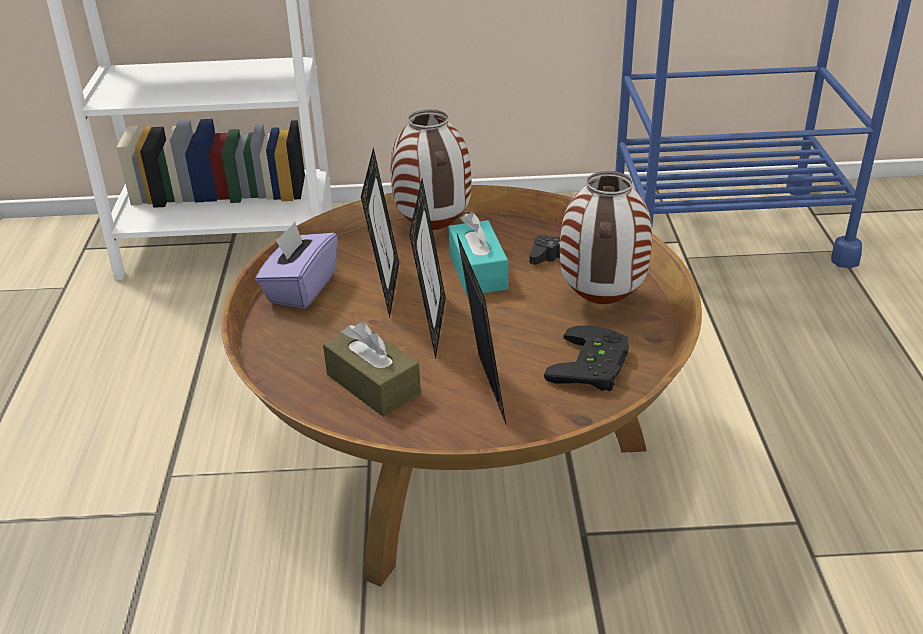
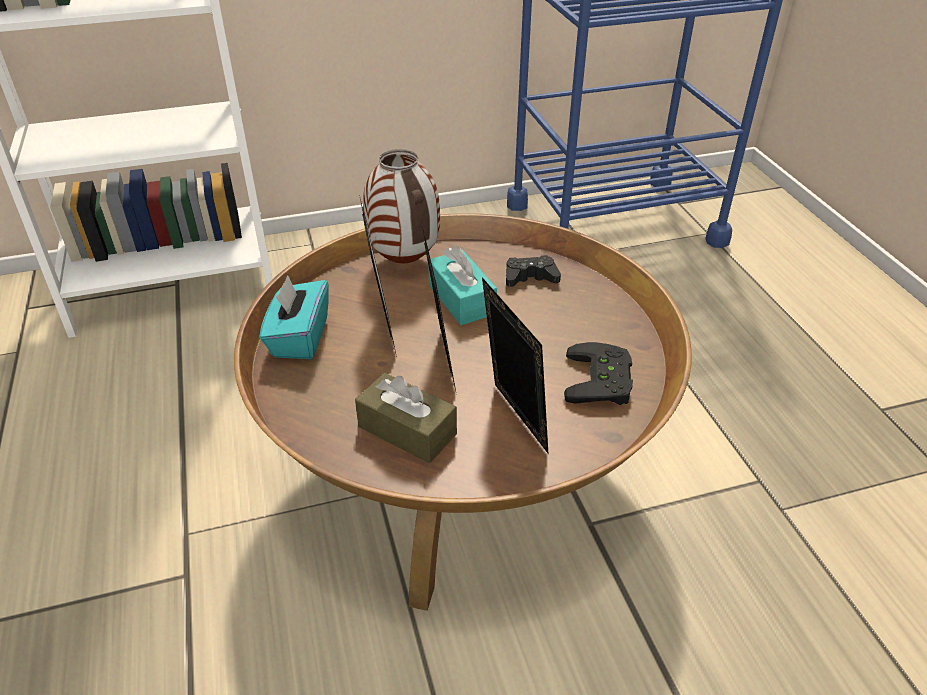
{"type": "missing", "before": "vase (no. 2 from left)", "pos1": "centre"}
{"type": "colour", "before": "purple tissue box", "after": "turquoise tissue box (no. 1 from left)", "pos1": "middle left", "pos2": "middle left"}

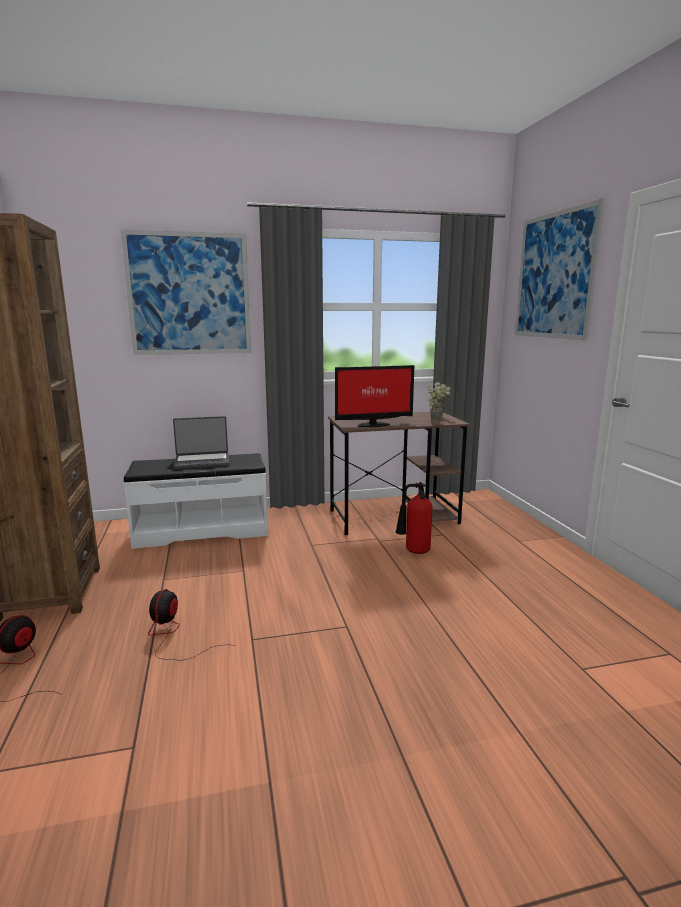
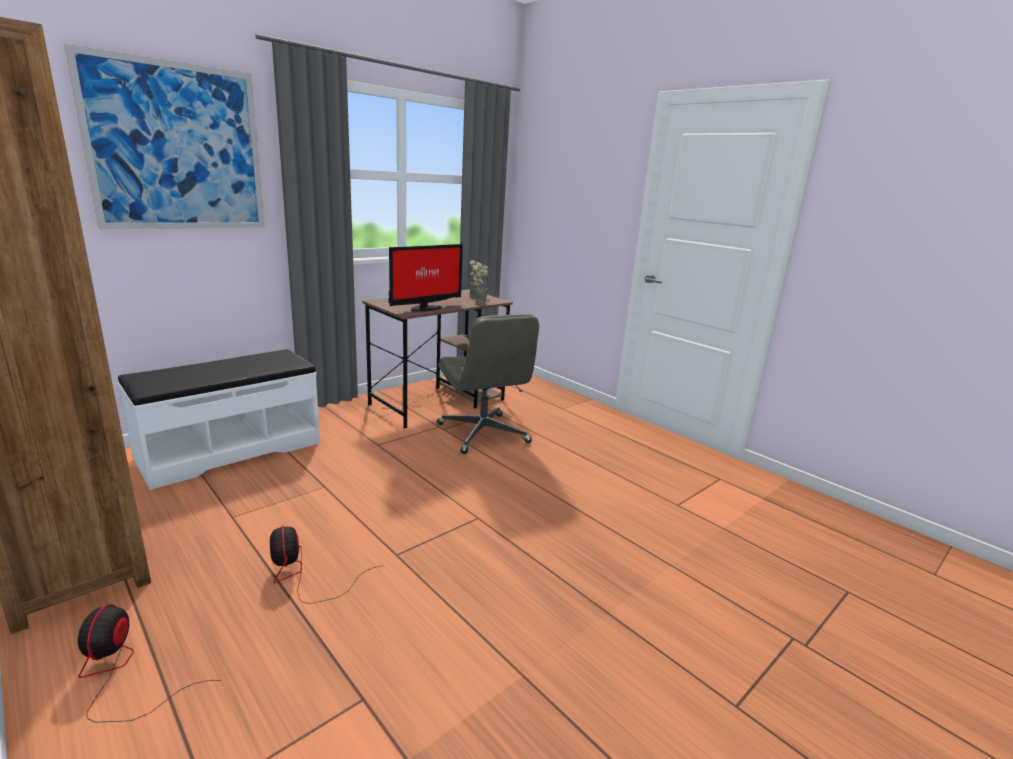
{"type": "missing", "before": "laptop", "pos1": "middle left"}
{"type": "missing", "before": "picture (no. 2 from left)", "pos1": "top right"}
{"type": "exchanged", "before": "fire extinguisher", "after": "grey office chair", "pos1": "centre", "pos2": "centre"}

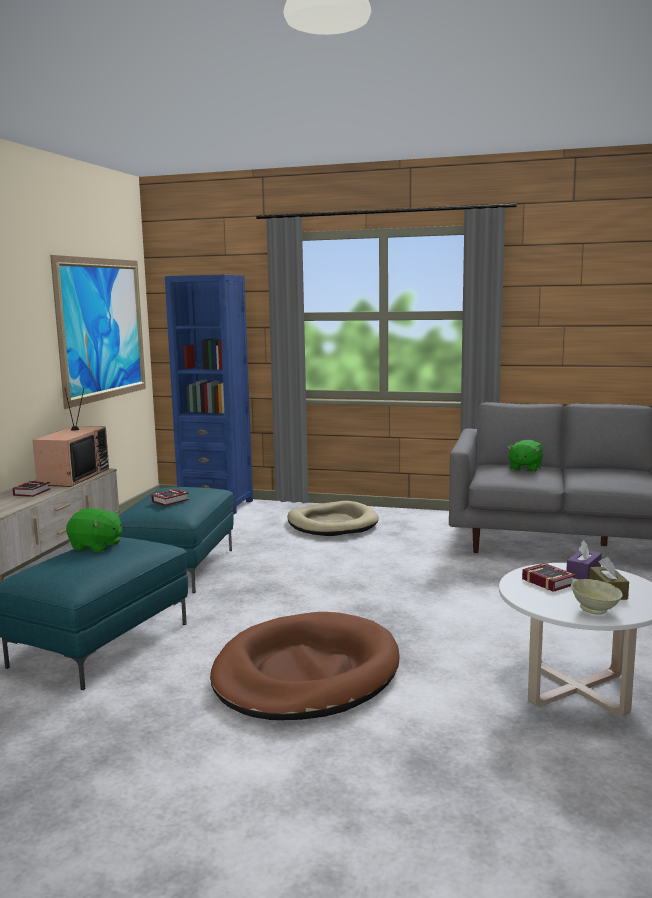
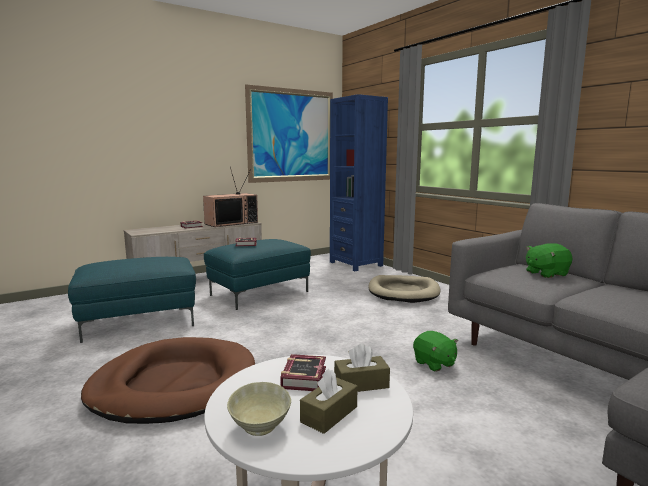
{"type": "relocated", "before": "green plush toy (no. 1 from left)", "pos1": "middle left", "pos2": "bottom right"}
{"type": "colour", "before": "purple tissue box", "after": "brown tissue box (no. 2 from left)", "pos1": "middle right", "pos2": "bottom centre"}

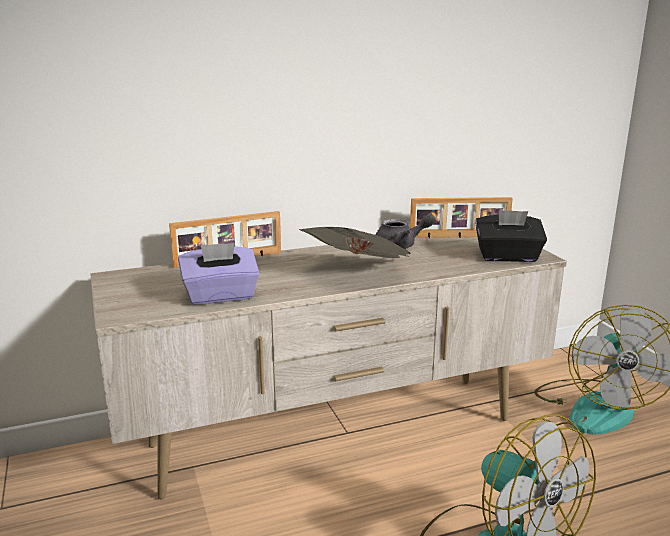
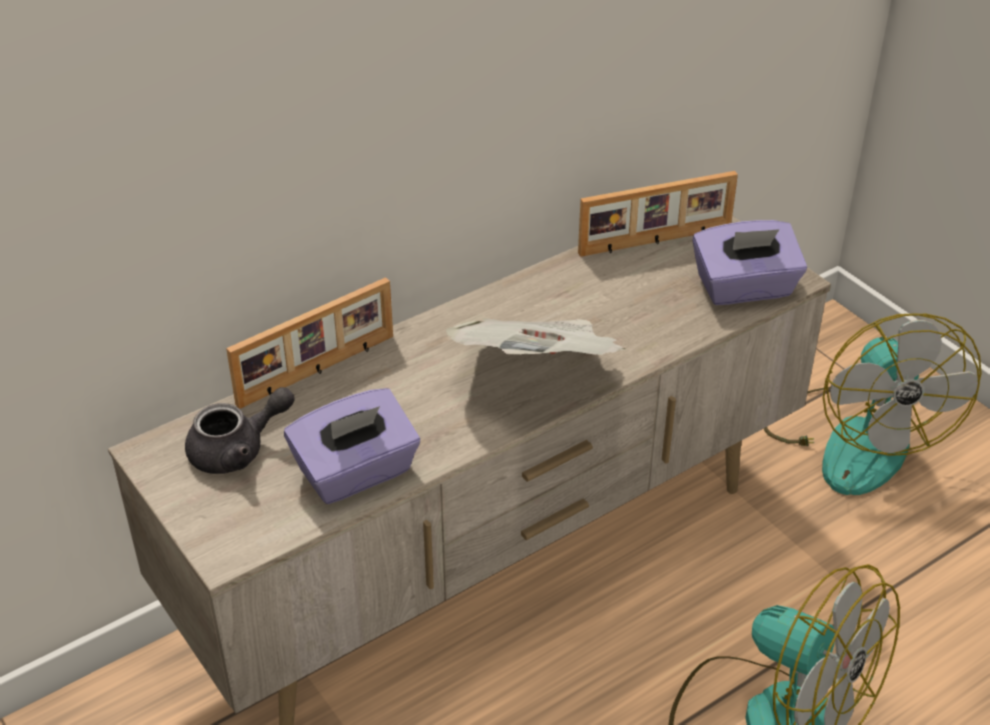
{"type": "relocated", "before": "grey teapot", "pos1": "centre", "pos2": "middle left"}
{"type": "colour", "before": "black tissue box", "after": "purple tissue box (no. 2 from left)", "pos1": "middle right", "pos2": "middle right"}

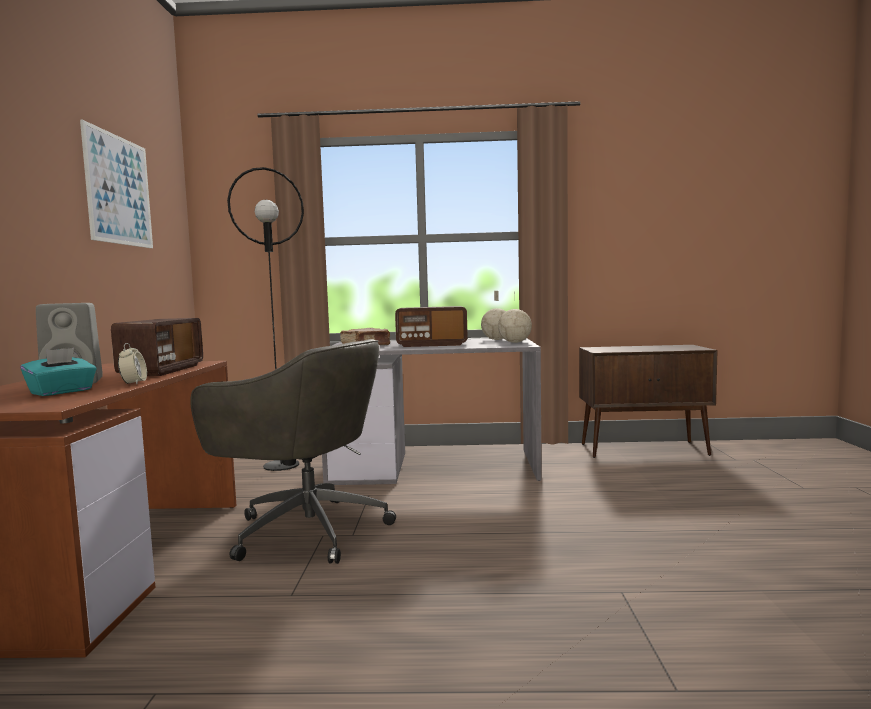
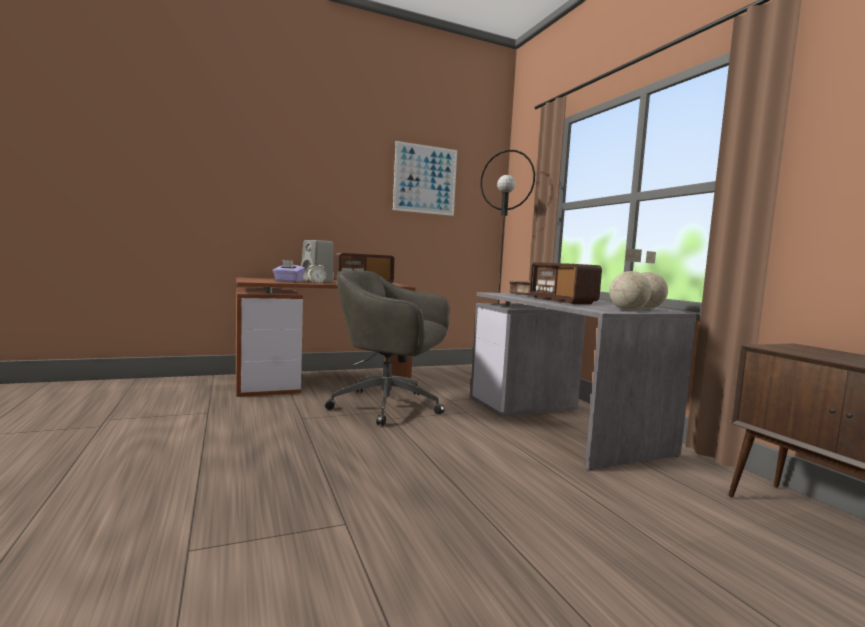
{"type": "colour", "before": "turquoise tissue box", "after": "purple tissue box", "pos1": "middle left", "pos2": "centre"}
{"type": "spun", "before": "grey office chair", "pos1": "centre", "pos2": "centre", "turn": 105}

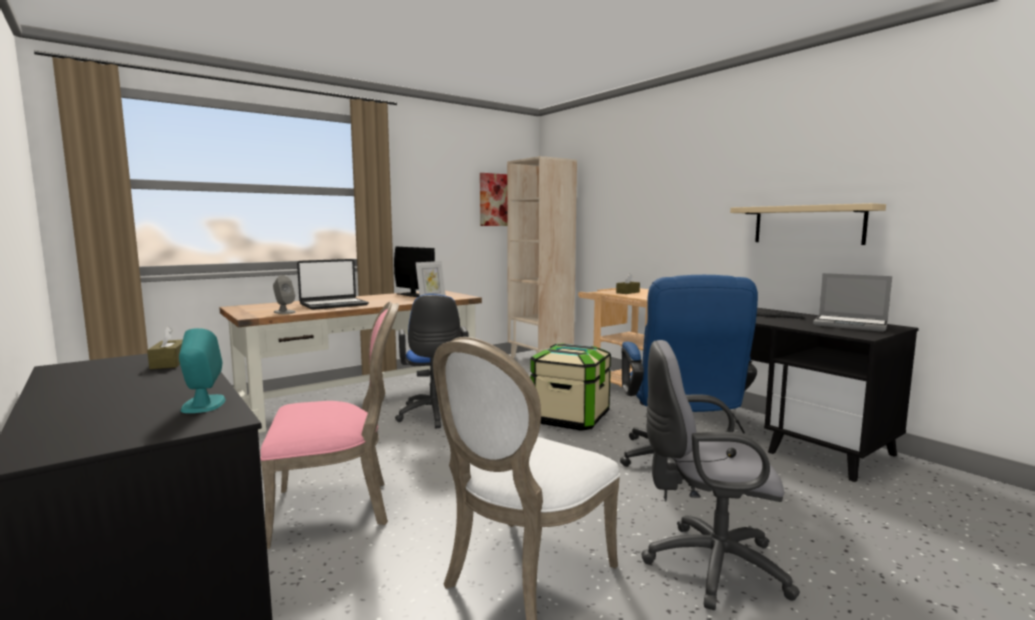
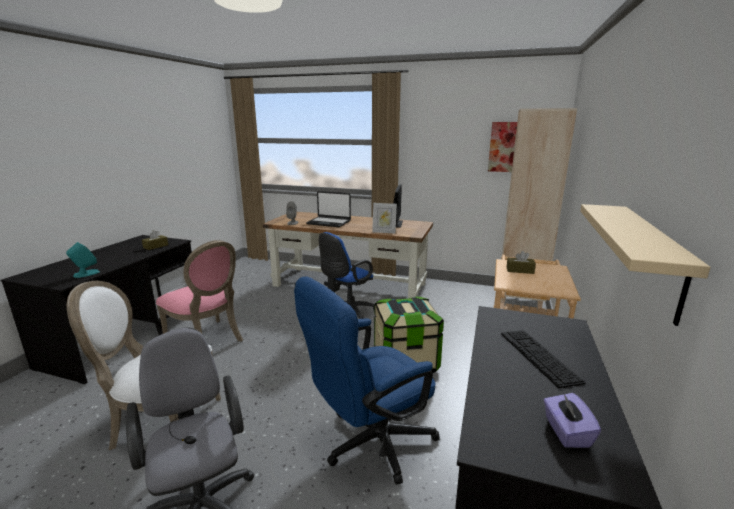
{"type": "exchanged", "before": "laptop (no. 2 from left)", "after": "purple tissue box", "pos1": "middle right", "pos2": "bottom right"}

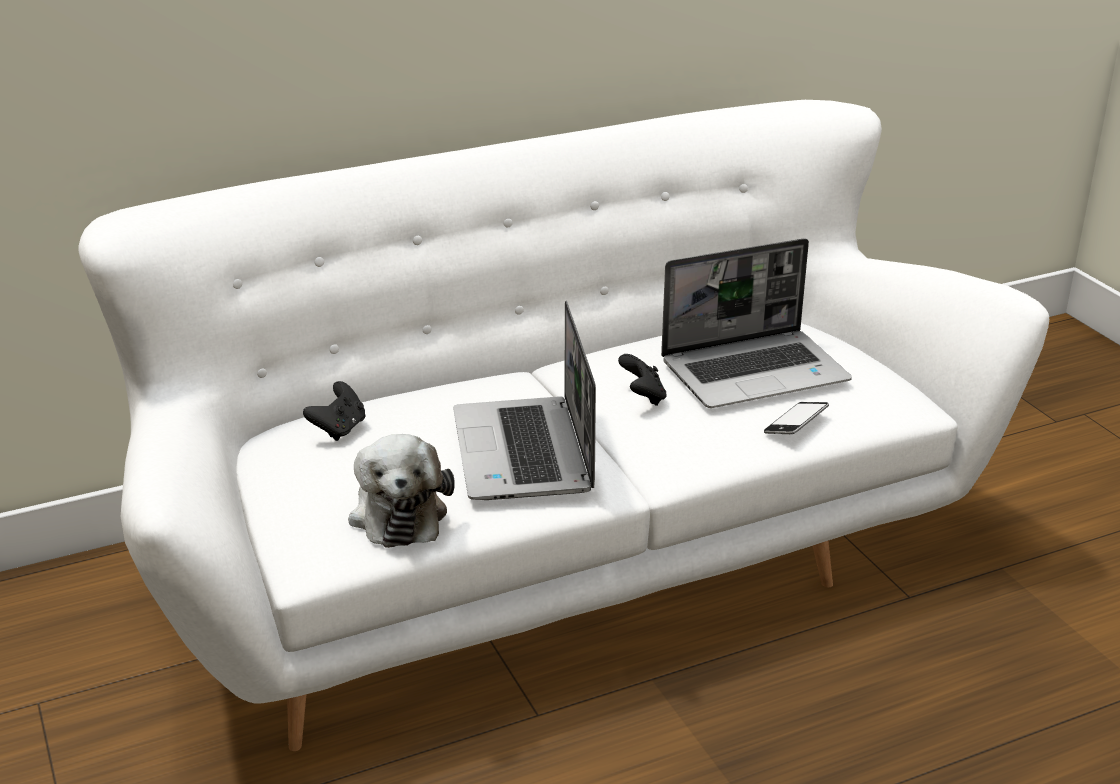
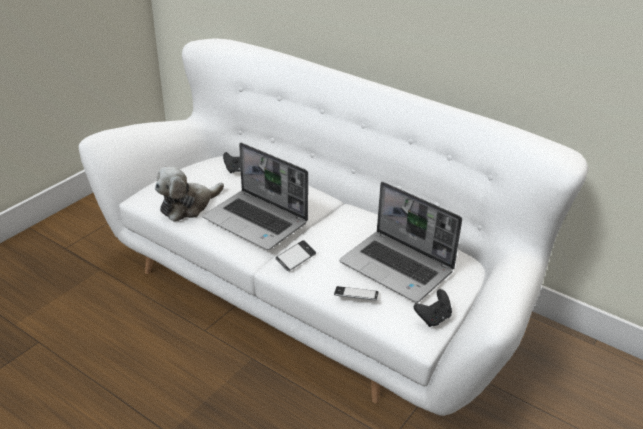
{"type": "appeared", "after": "phone (no. 1 from left)", "pos2": "centre"}
{"type": "relocated", "before": "black game controller (no. 2 from left)", "pos1": "centre", "pos2": "bottom right"}
{"type": "spun", "before": "laptop (no. 1 from left)", "pos1": "centre", "pos2": "centre", "turn": -105}

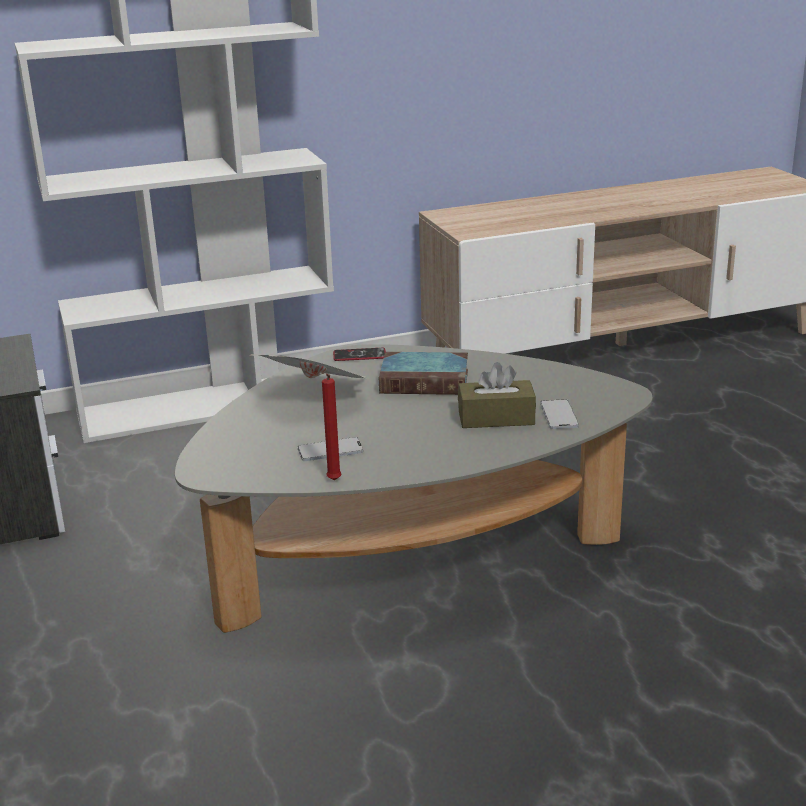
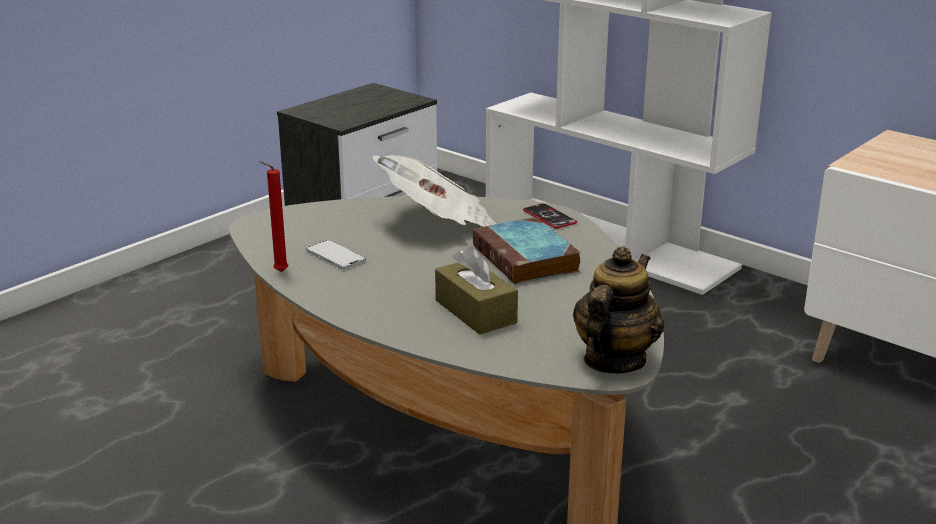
{"type": "missing", "before": "phone (no. 3 from left)", "pos1": "middle right"}
{"type": "appeared", "after": "teapot", "pos2": "centre"}

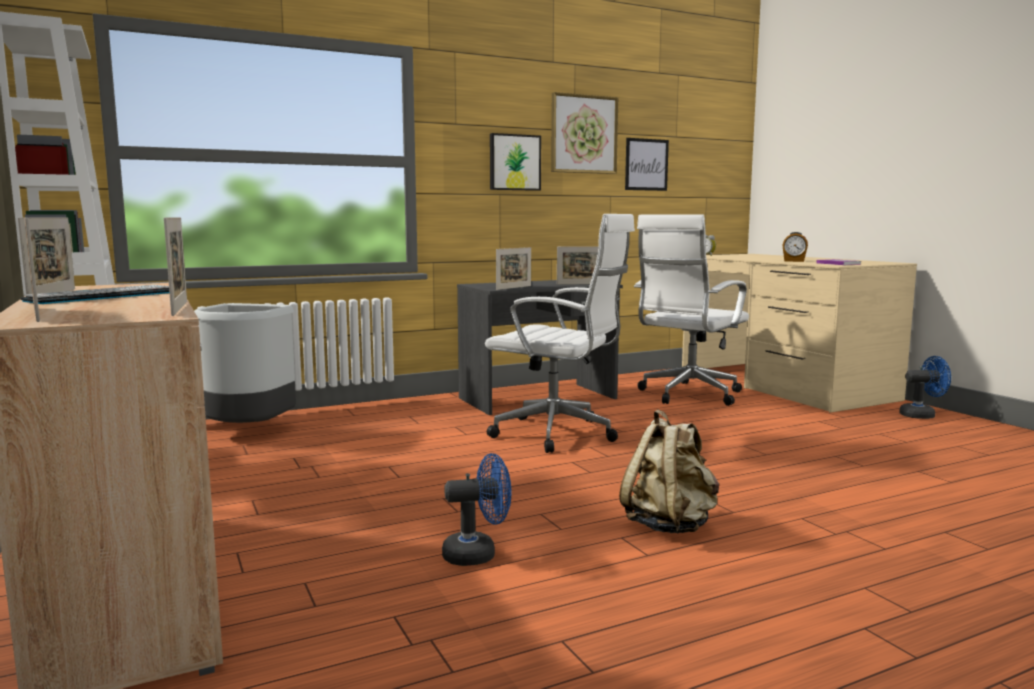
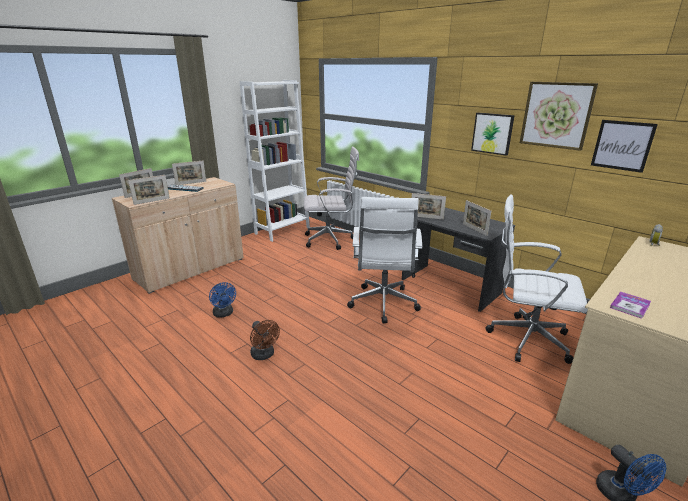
{"type": "missing", "before": "alarm clock (no. 2 from left)", "pos1": "middle right"}
{"type": "exchanged", "before": "grey trash can", "after": "white office chair (no. 1 from left)", "pos1": "middle left", "pos2": "centre"}
{"type": "exchanged", "before": "beige backpack", "after": "brown fan", "pos1": "bottom centre", "pos2": "bottom centre"}

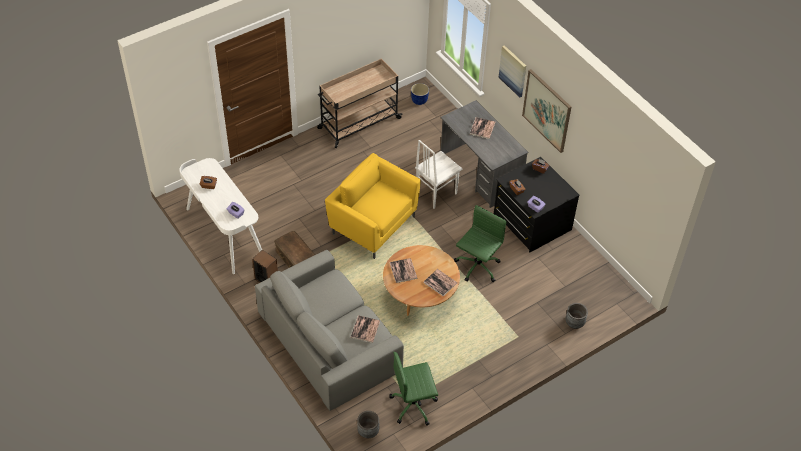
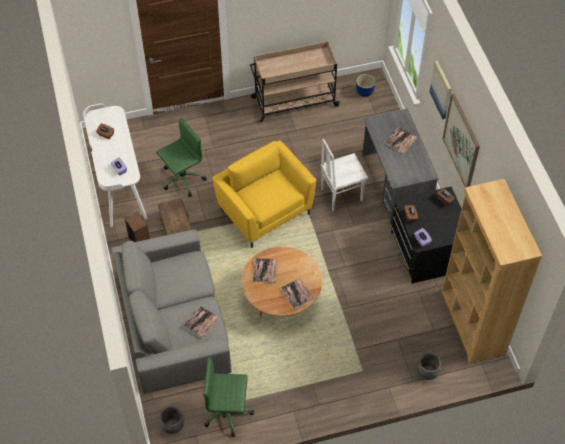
{"type": "appeared", "after": "brown bookcase", "pos2": "middle right"}
{"type": "relocated", "before": "green office chair (no. 2 from left in the first image)", "after": "green office chair (no. 1 from left)", "pos1": "centre", "pos2": "middle left"}

